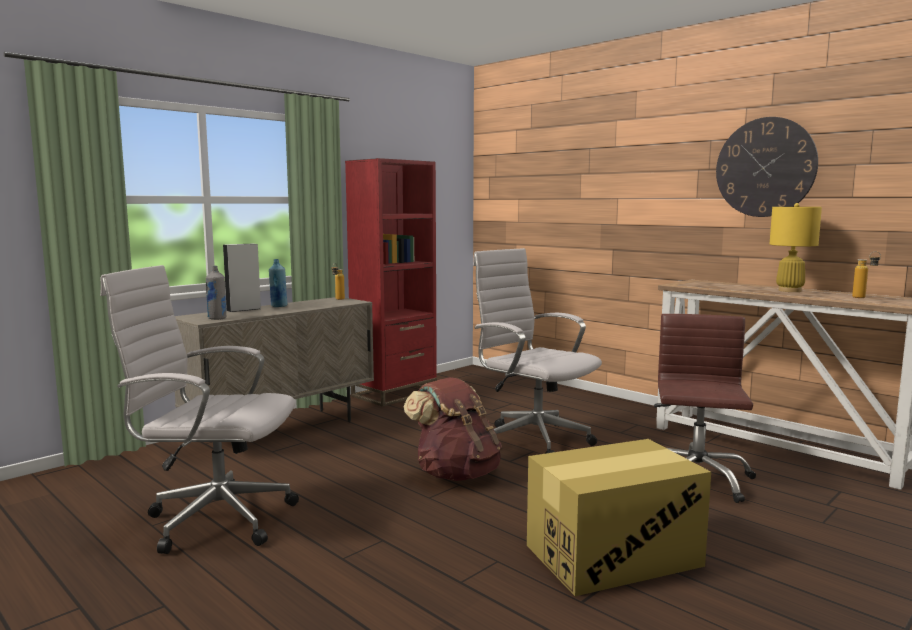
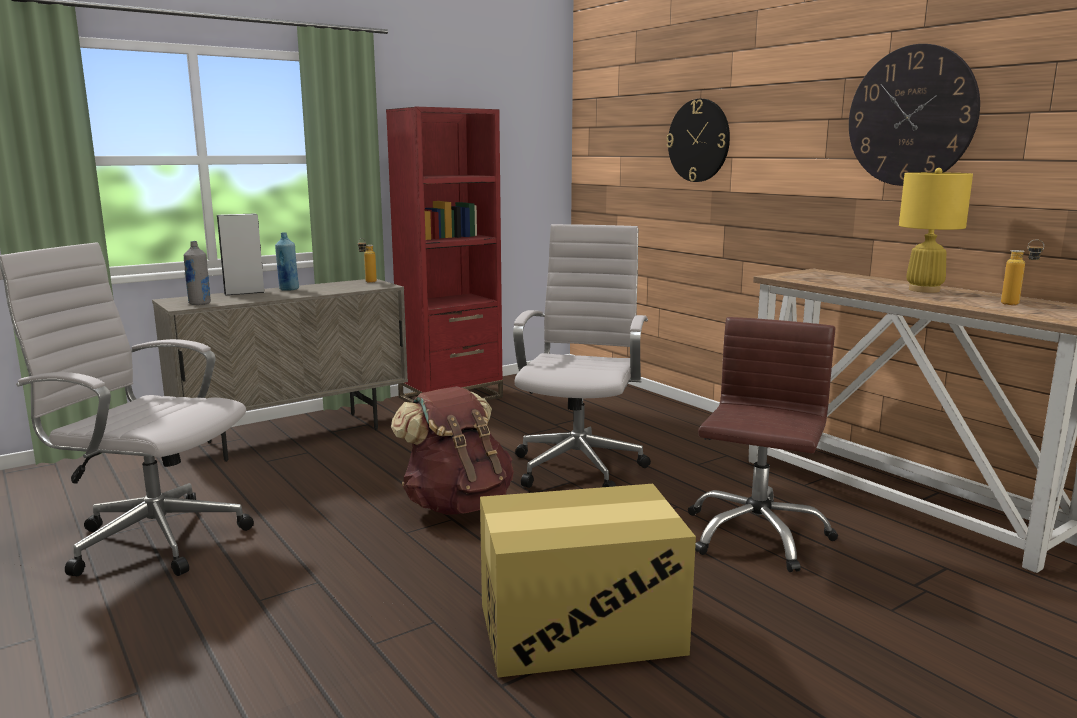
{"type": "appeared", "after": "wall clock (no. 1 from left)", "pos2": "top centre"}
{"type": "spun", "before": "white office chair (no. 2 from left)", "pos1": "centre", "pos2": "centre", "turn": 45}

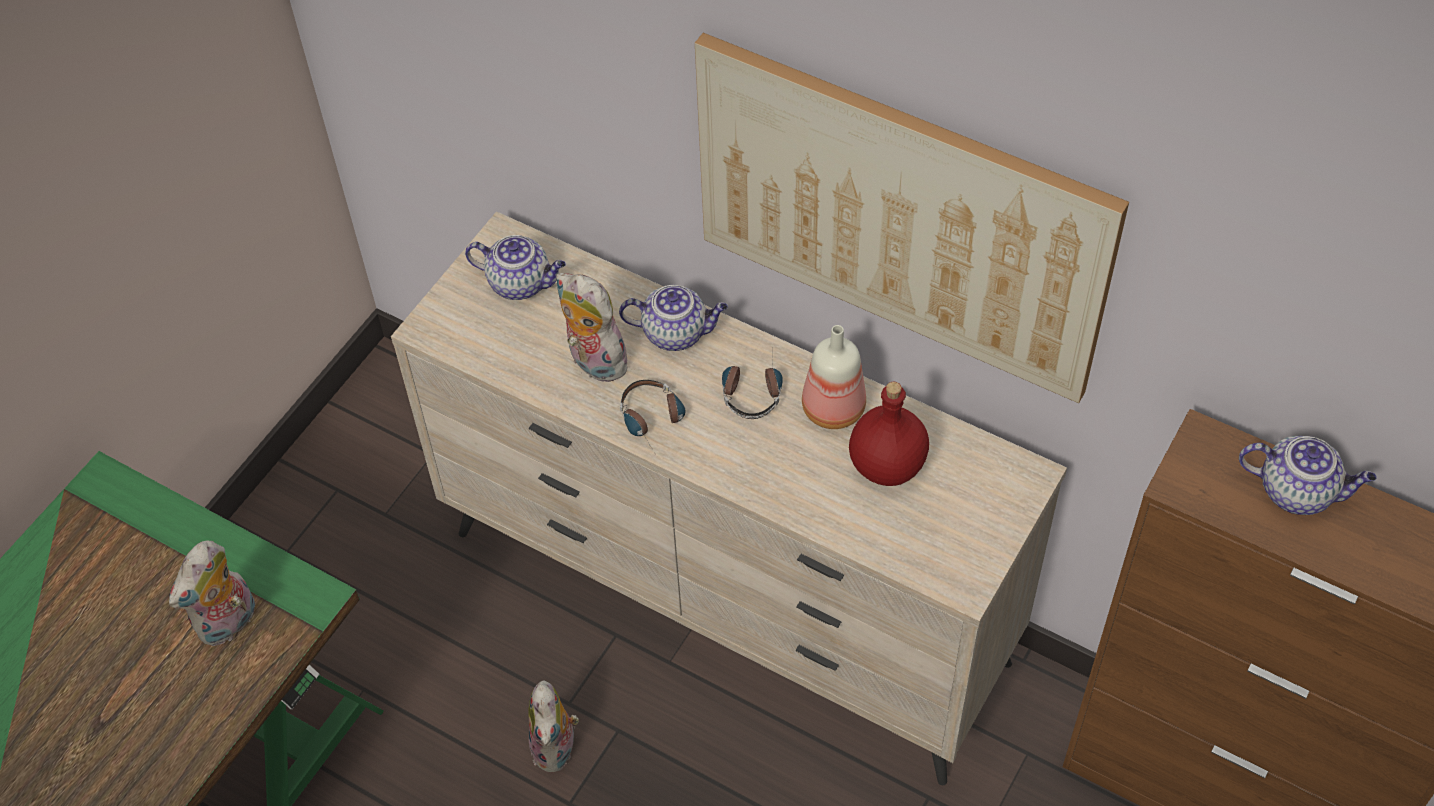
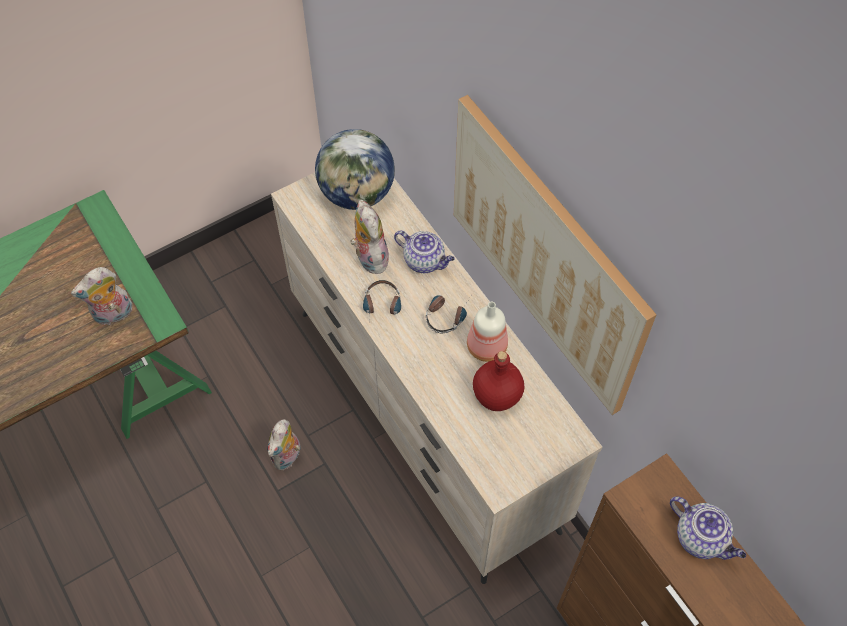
{"type": "exchanged", "before": "teapot (no. 1 from left)", "after": "globe", "pos1": "top centre", "pos2": "top centre"}

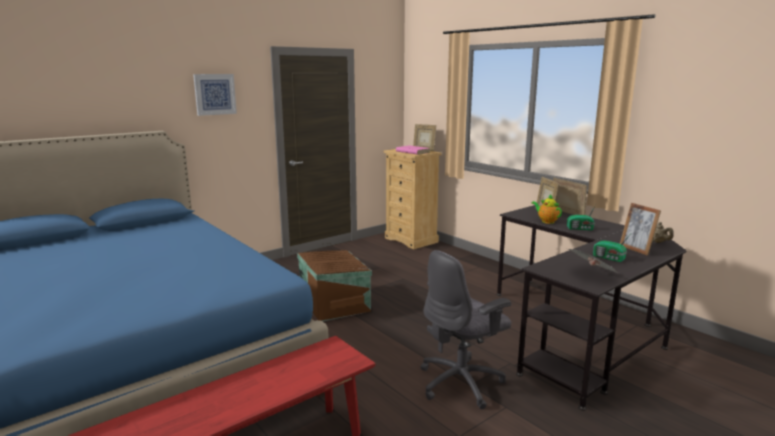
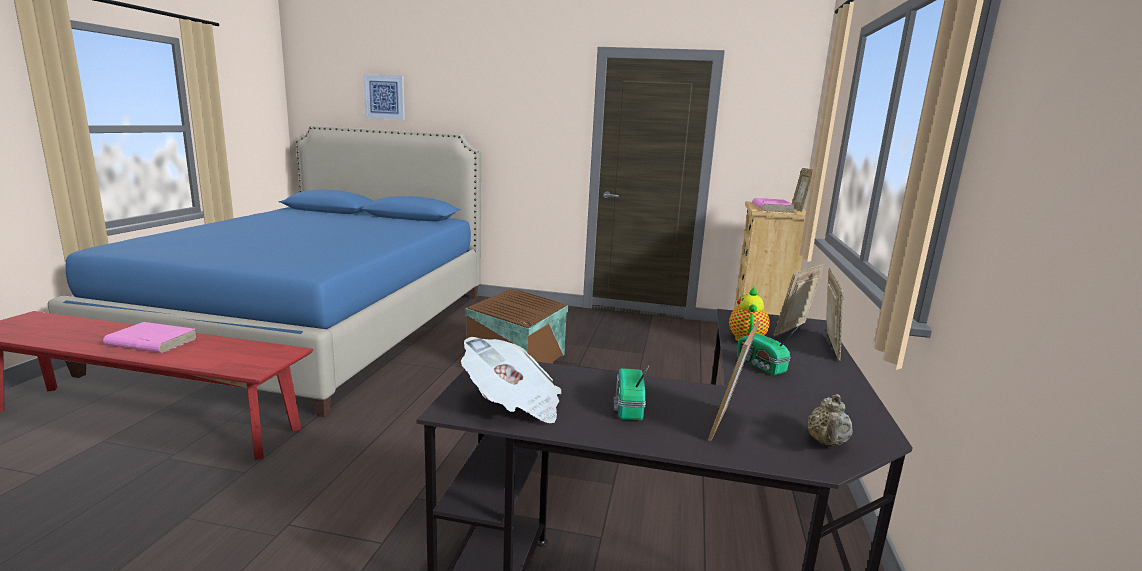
{"type": "missing", "before": "grey office chair", "pos1": "bottom centre"}
{"type": "appeared", "after": "pink book (no. 1 from left)", "pos2": "middle left"}
{"type": "relocated", "before": "picture", "pos1": "top left", "pos2": "top centre"}

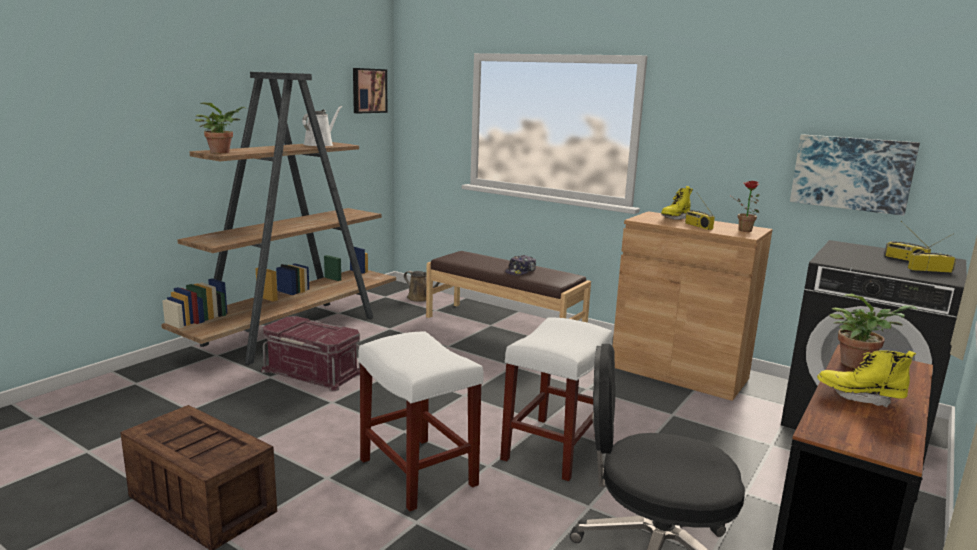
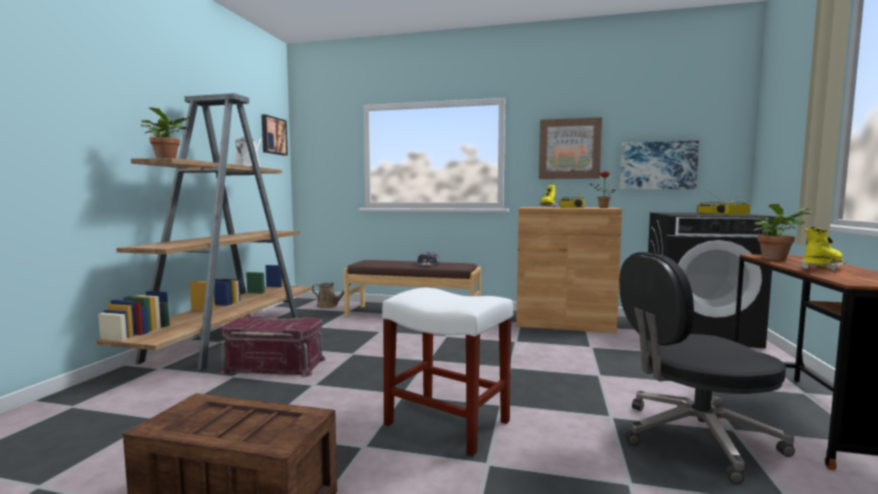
{"type": "missing", "before": "white stool (no. 2 from left)", "pos1": "bottom centre"}
{"type": "appeared", "after": "picture (no. 2 from left)", "pos2": "top centre"}
{"type": "spun", "before": "yellow boot (no. 2 from left)", "pos1": "bottom right", "pos2": "middle right", "turn": 150}

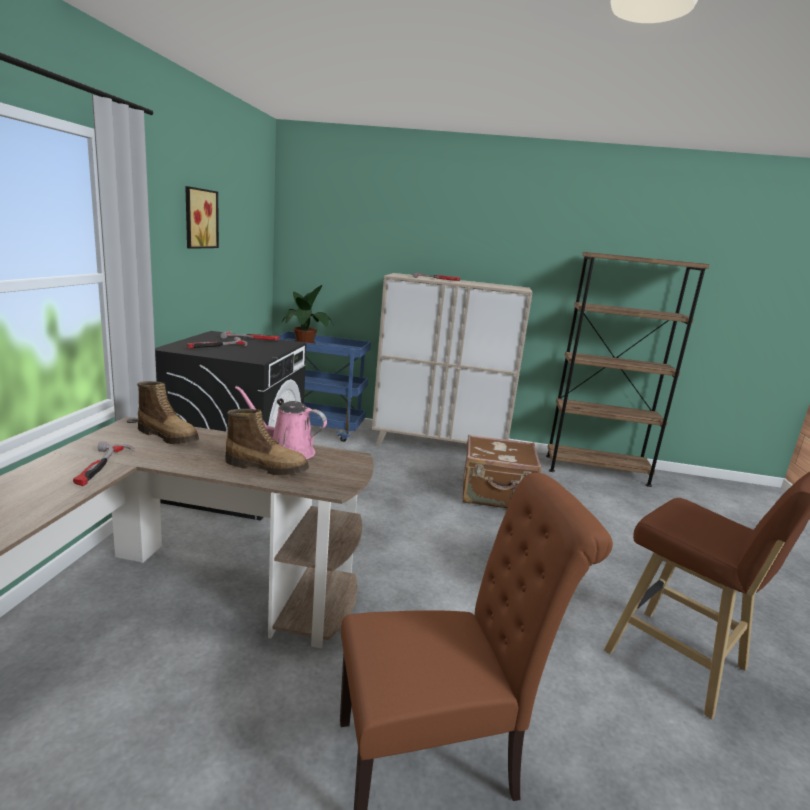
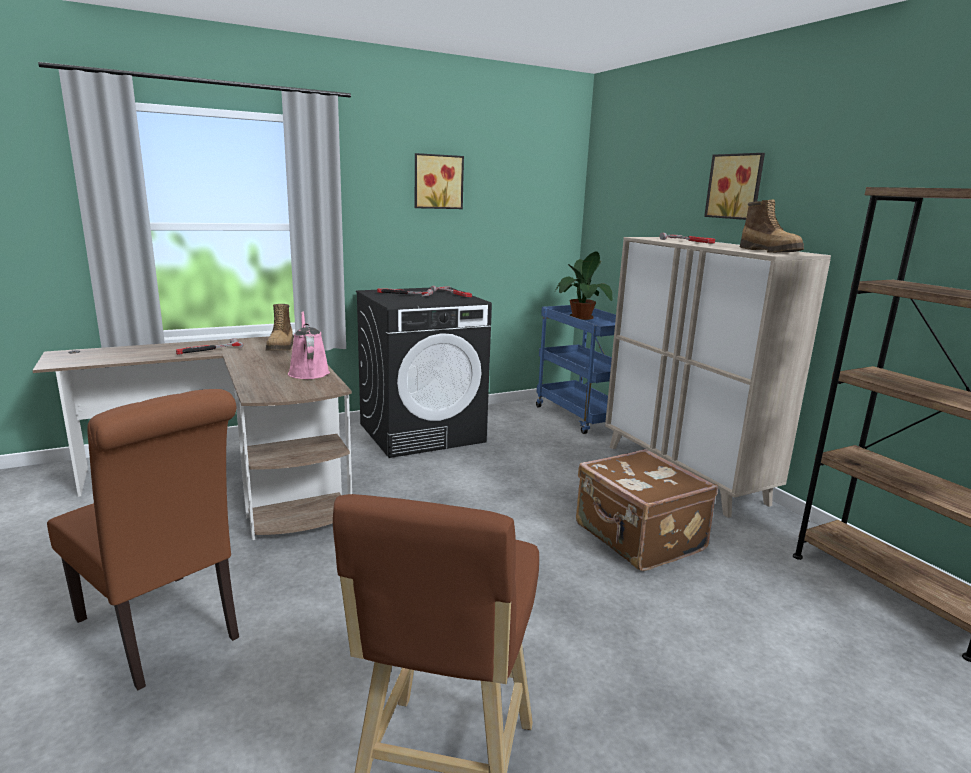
{"type": "appeared", "after": "picture (no. 2 from left)", "pos2": "top right"}
{"type": "relocated", "before": "boot (no. 2 from left)", "pos1": "middle left", "pos2": "top right"}

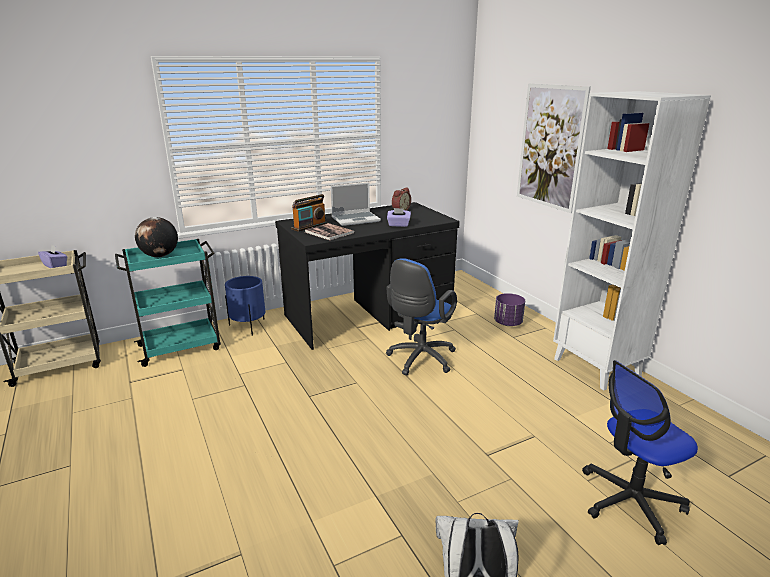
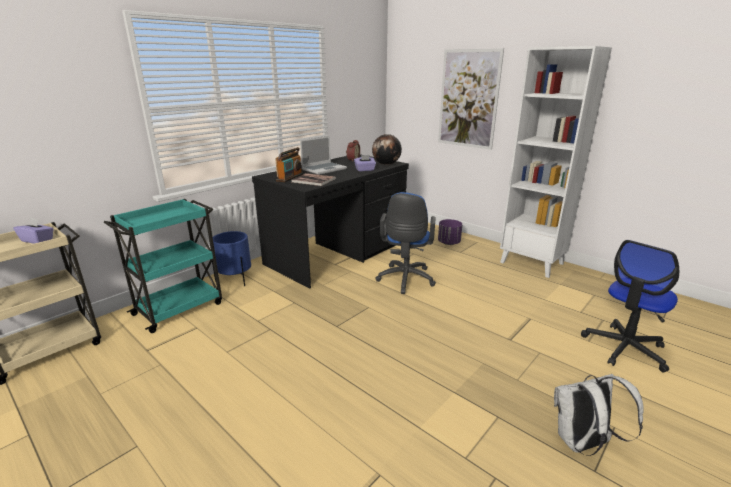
{"type": "relocated", "before": "globe", "pos1": "middle left", "pos2": "top centre"}

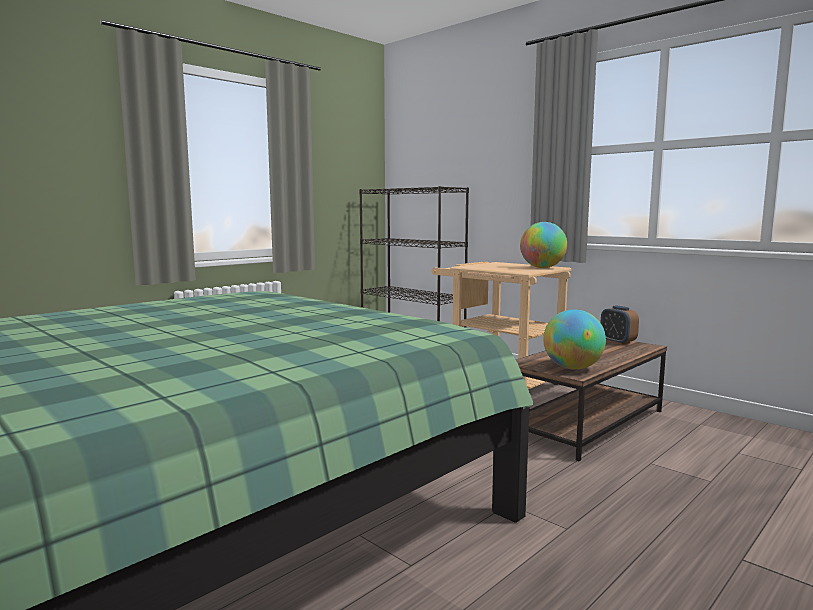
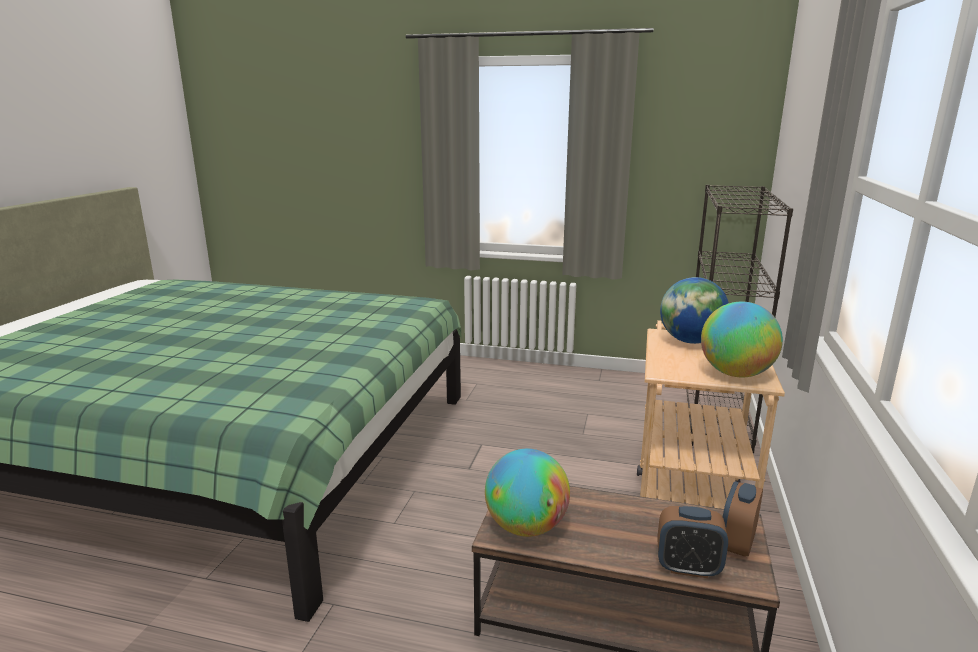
{"type": "appeared", "after": "alarm clock (no. 1 from left)", "pos2": "bottom right"}
{"type": "appeared", "after": "globe (no. 2 from left)", "pos2": "middle right"}

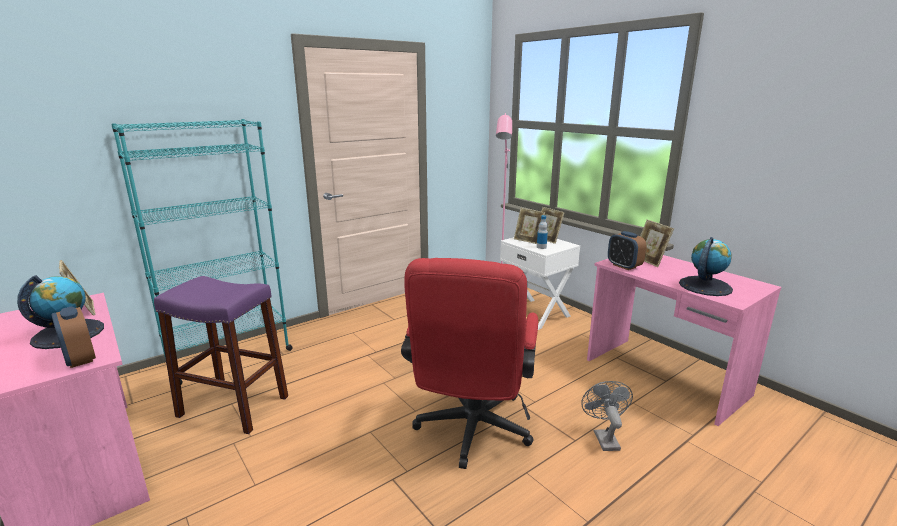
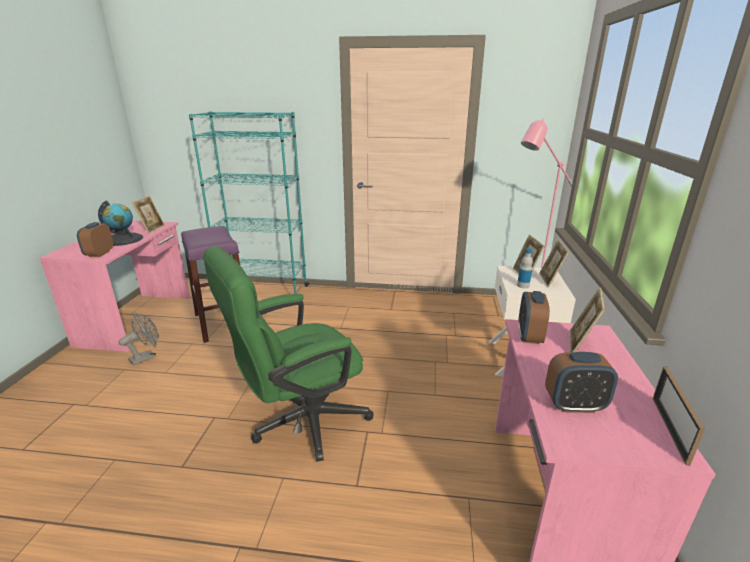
{"type": "appeared", "after": "picture frame (no. 5 from left)", "pos2": "bottom right"}
{"type": "relocated", "before": "grey fan", "pos1": "bottom right", "pos2": "middle left"}
{"type": "exchanged", "before": "globe (no. 2 from left)", "after": "alarm clock (no. 3 from left)", "pos1": "middle right", "pos2": "bottom right"}
{"type": "colour", "before": "red office chair", "after": "green office chair", "pos1": "bottom centre", "pos2": "centre"}

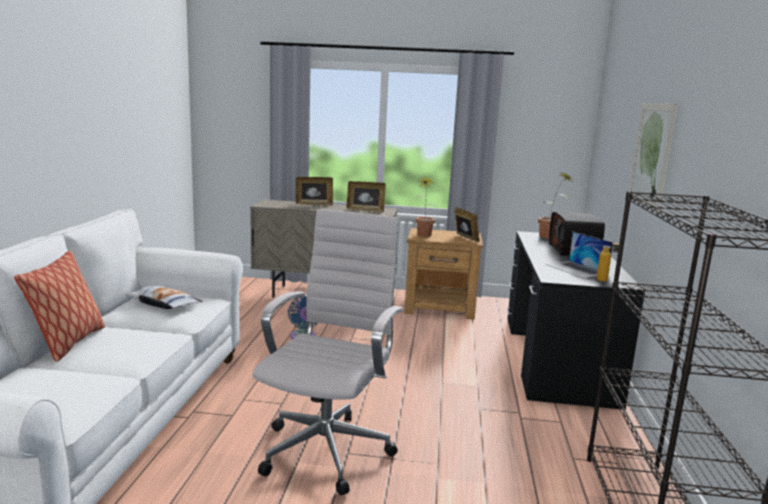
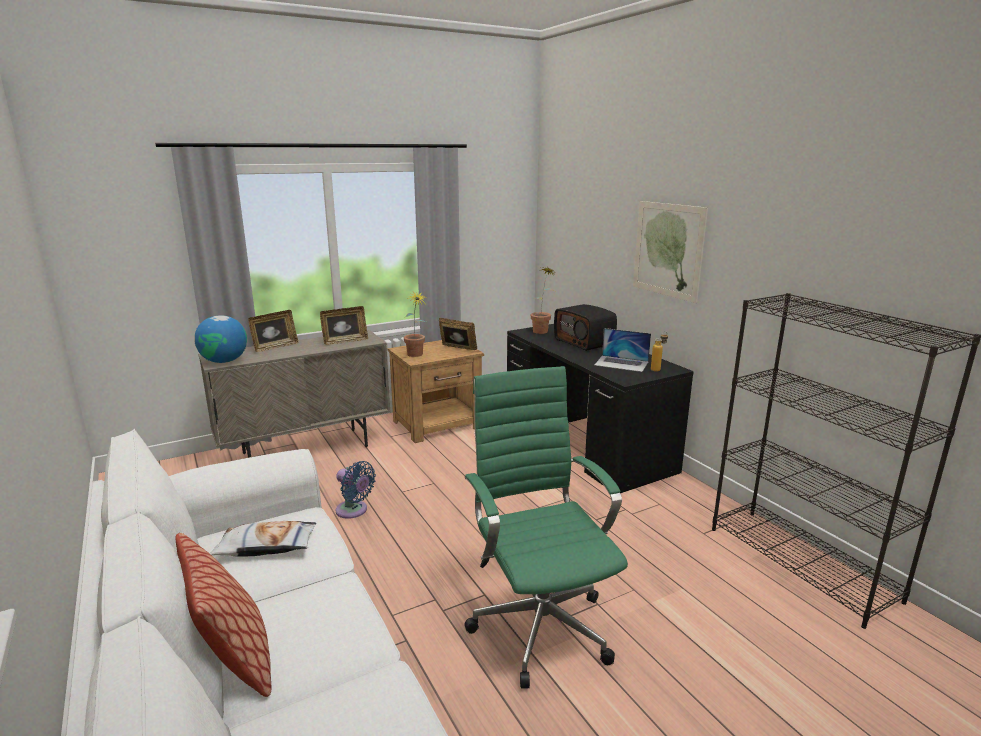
{"type": "appeared", "after": "globe", "pos2": "middle left"}
{"type": "colour", "before": "white office chair", "after": "green office chair", "pos1": "bottom centre", "pos2": "bottom centre"}

